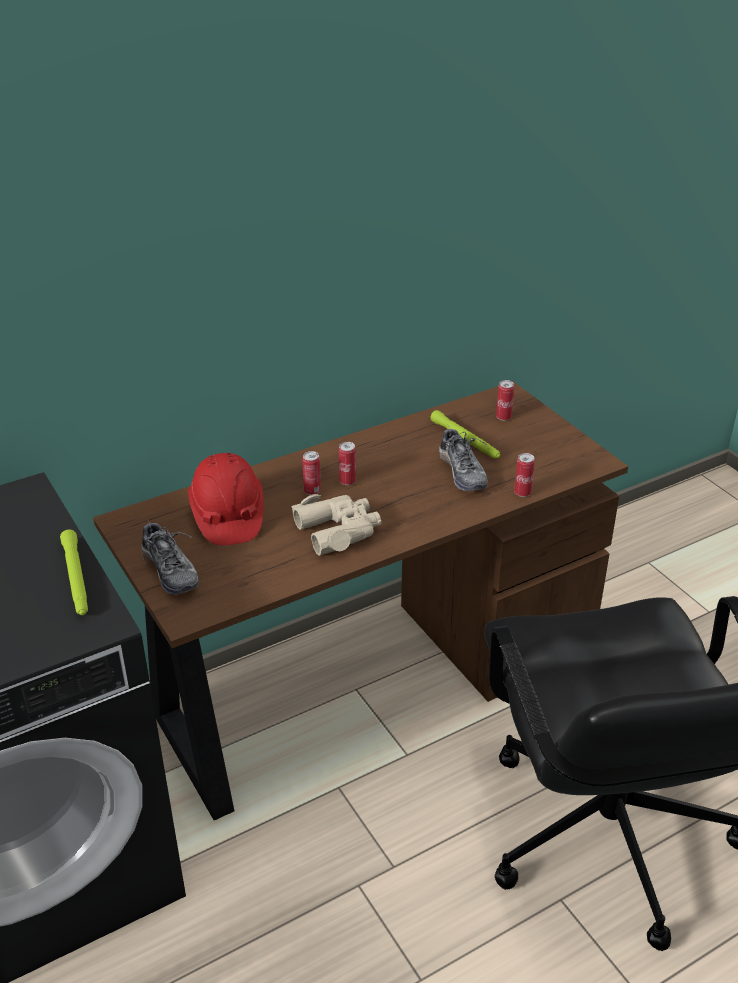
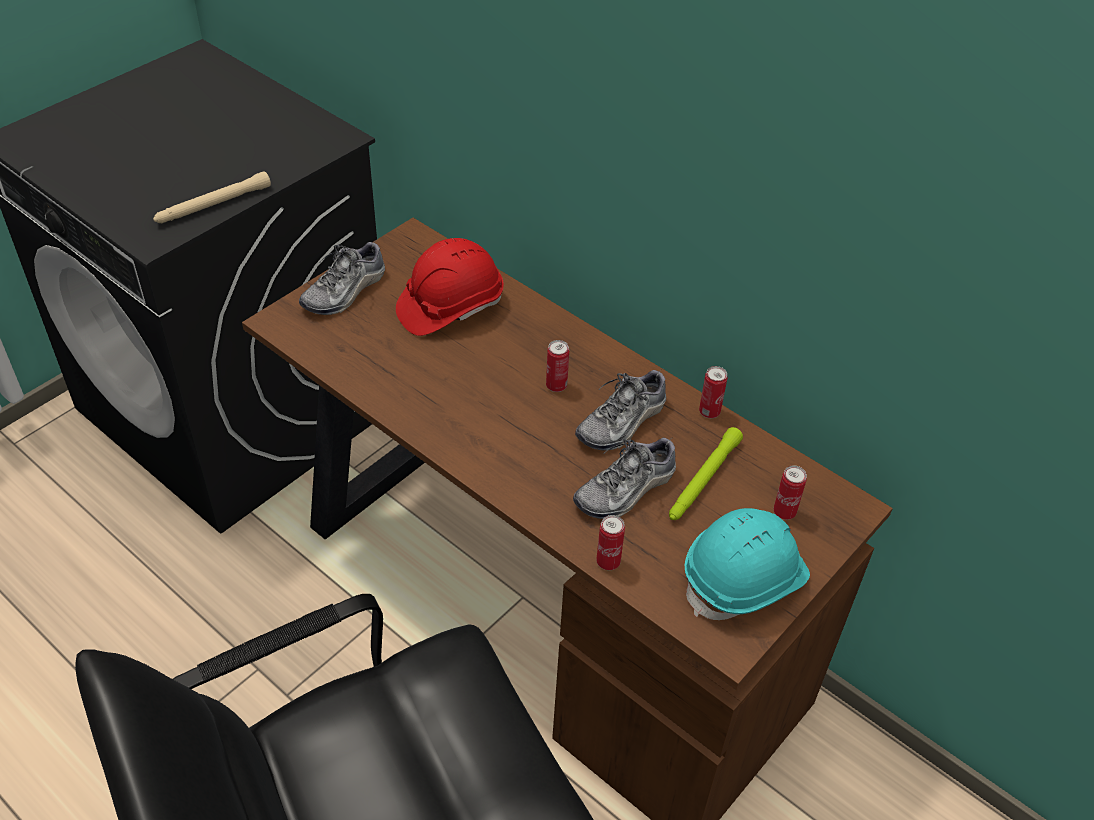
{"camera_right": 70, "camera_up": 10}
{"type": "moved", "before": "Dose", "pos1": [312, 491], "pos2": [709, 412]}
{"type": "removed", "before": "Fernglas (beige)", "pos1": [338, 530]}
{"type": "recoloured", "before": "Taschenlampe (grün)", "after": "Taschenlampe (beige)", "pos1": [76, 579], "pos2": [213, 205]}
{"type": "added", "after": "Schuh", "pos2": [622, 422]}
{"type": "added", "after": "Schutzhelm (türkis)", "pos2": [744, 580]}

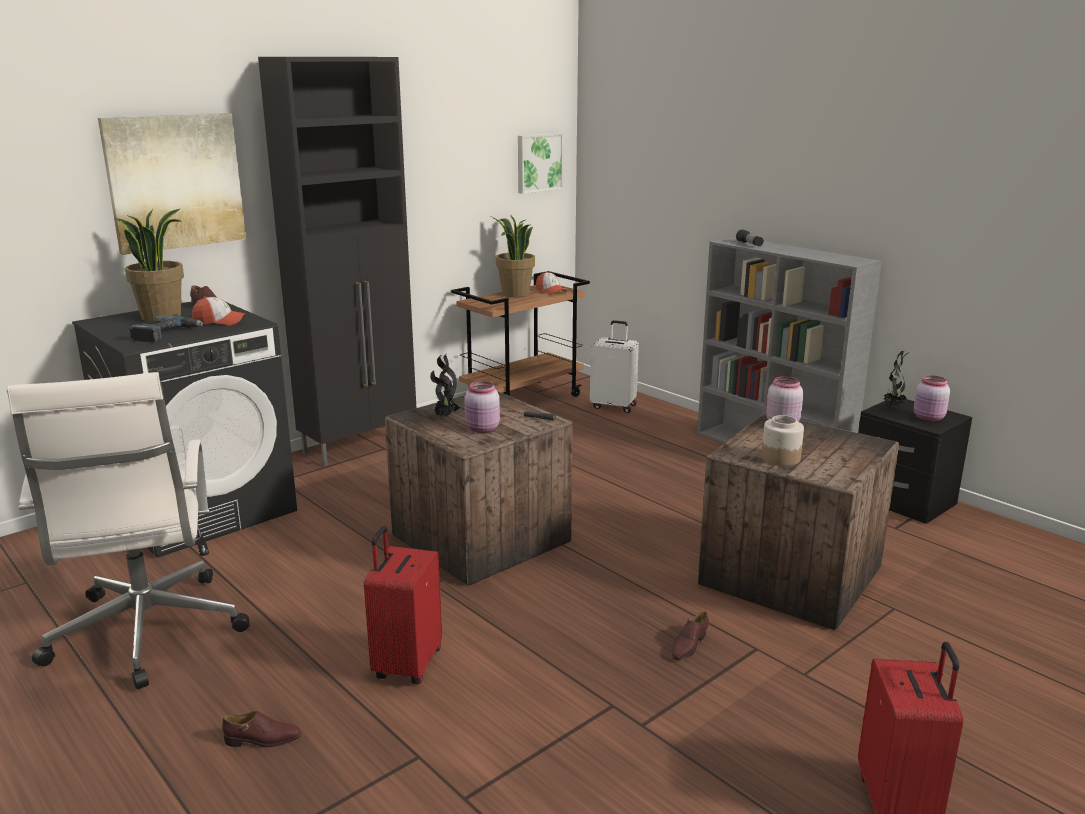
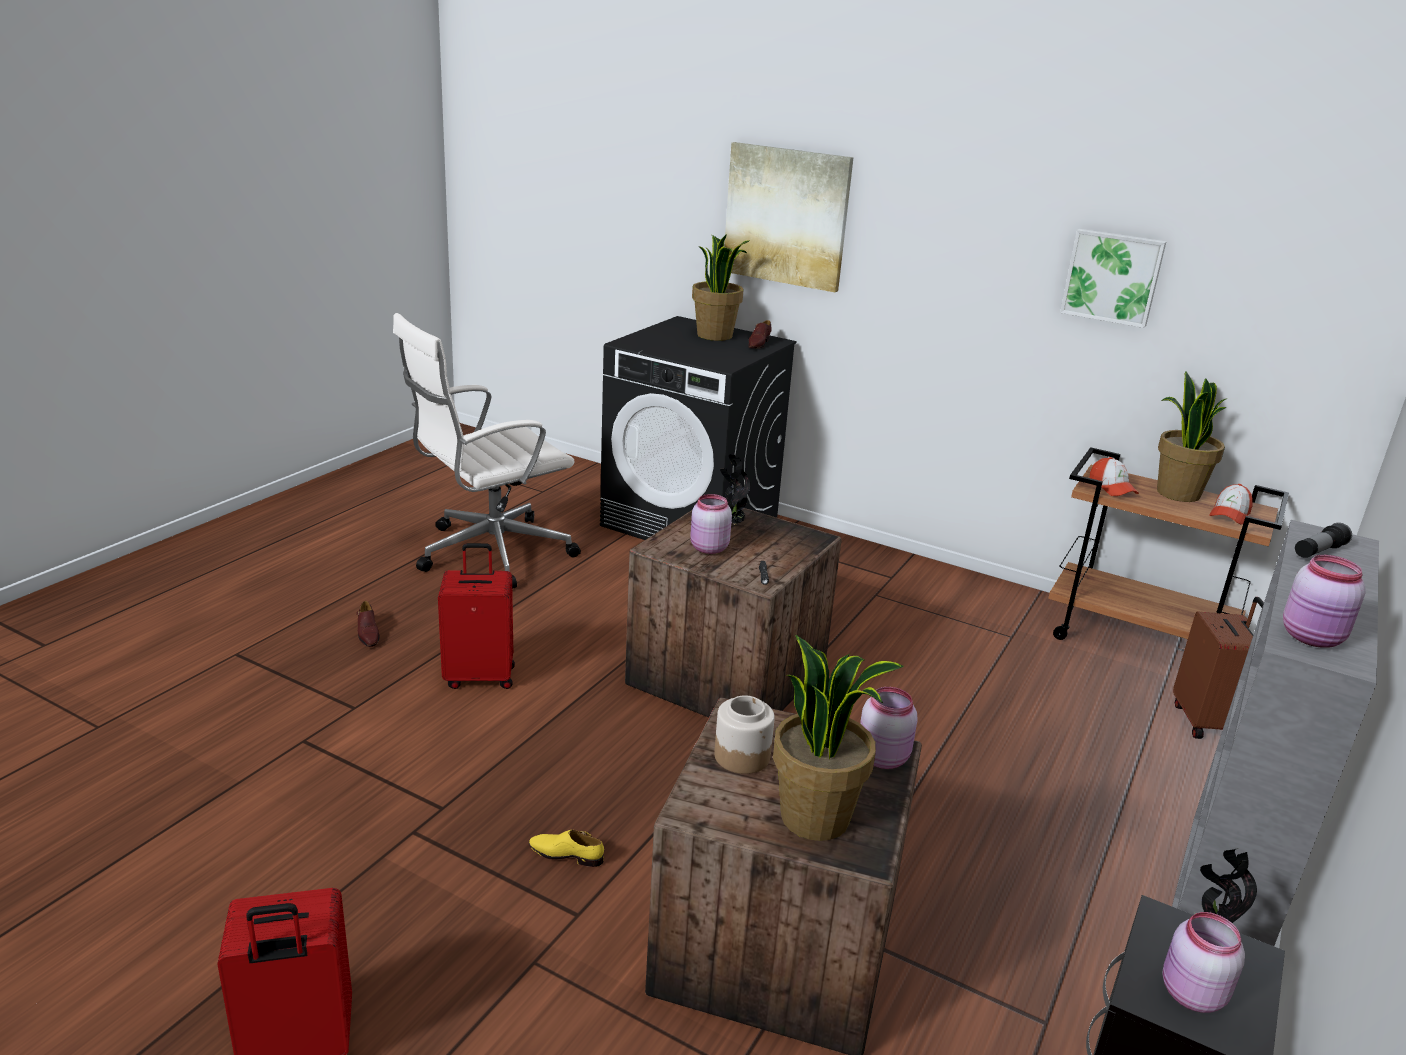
{"camera_right": 70, "camera_up": 5}
{"type": "removed", "before": "Schrank (schwarz)", "pos1": [361, 445]}
{"type": "moved", "before": "Bild", "pos1": [538, 162], "pos2": [1112, 277]}
{"type": "moved", "before": "Kappe", "pos1": [219, 322], "pos2": [1112, 488]}
{"type": "removed", "before": "Bohrmaschine", "pos1": [166, 334]}
{"type": "recoloured", "before": "Koffer (weiß)", "after": "Koffer (braun)", "pos1": [614, 406], "pos2": [1205, 722]}
{"type": "recoloured", "before": "Schuh (braun)", "after": "Schuh (gelb)", "pos1": [688, 645], "pos2": [566, 854]}
{"type": "added", "after": "Vorratsglas (rosa)", "pos2": [1313, 638]}
{"type": "added", "after": "Topfpflanze", "pos2": [816, 817]}

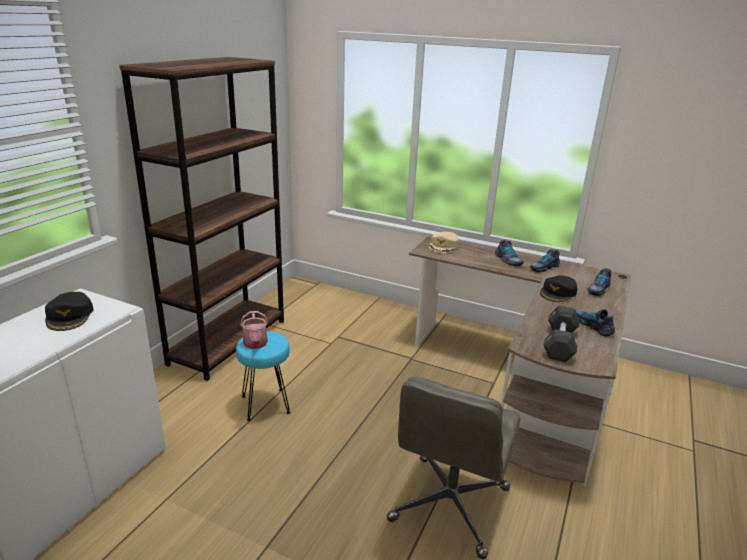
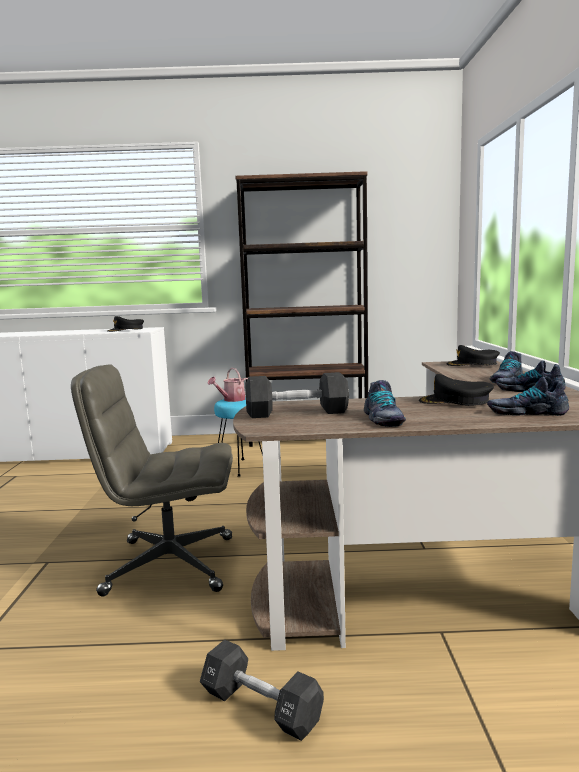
{"camera_right": 65, "camera_up": -15}
{"type": "recoloured", "before": "Kappe (beige)", "after": "Kappe (schwarz)", "pos1": [444, 246], "pos2": [472, 364]}
{"type": "turned", "before": "Schuh", "pos1": [593, 325], "pos2": [382, 419], "turn": 135}
{"type": "added", "after": "Hantel (schwarz)", "pos2": [261, 707]}

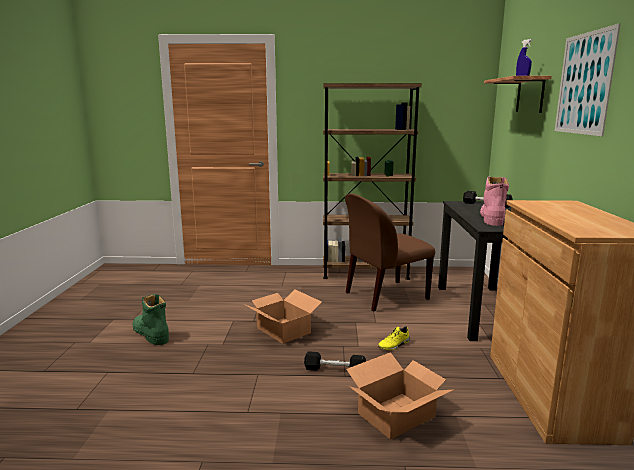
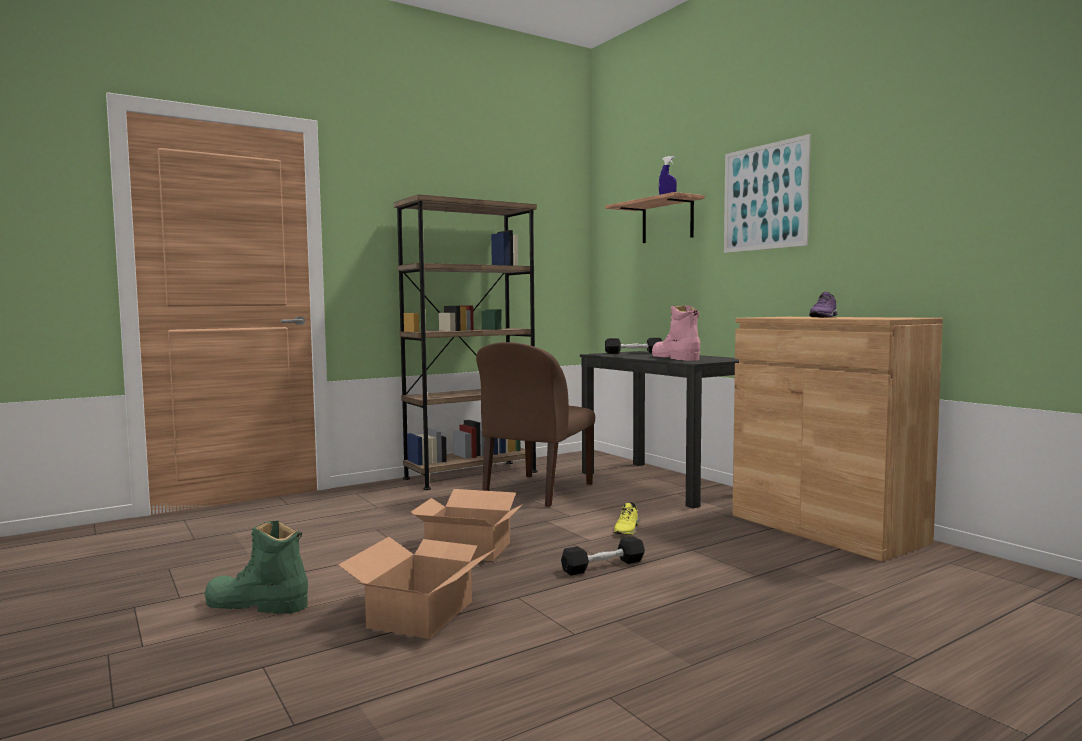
{"camera_right": -35, "camera_up": -10}
{"type": "moved", "before": "Karton", "pos1": [397, 415], "pos2": [422, 614]}
{"type": "added", "after": "Schuh (lila)", "pos2": [824, 317]}

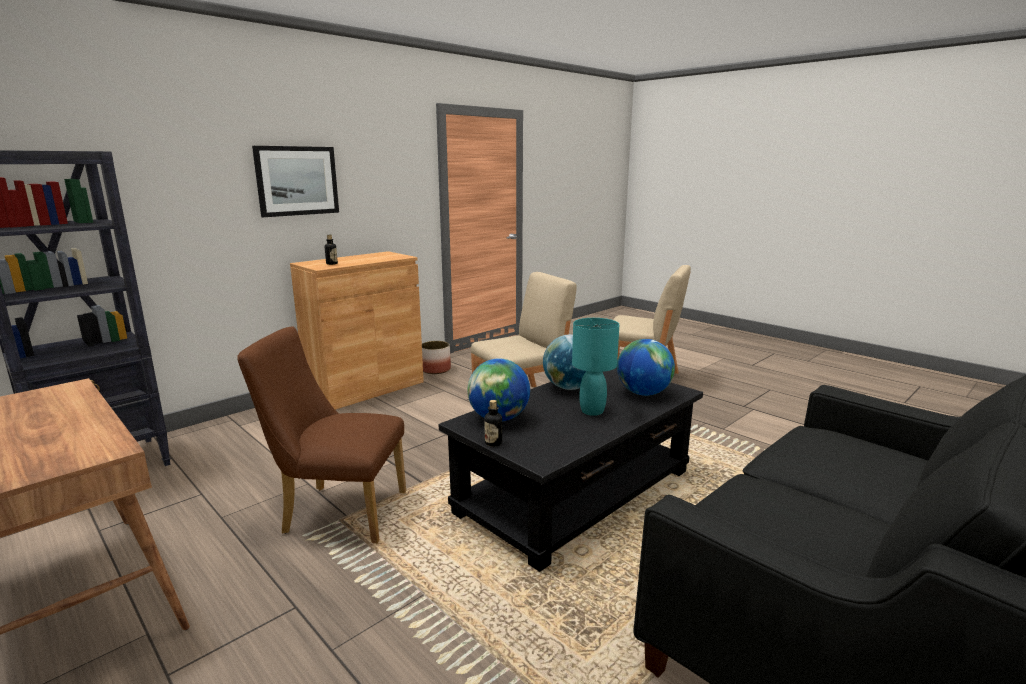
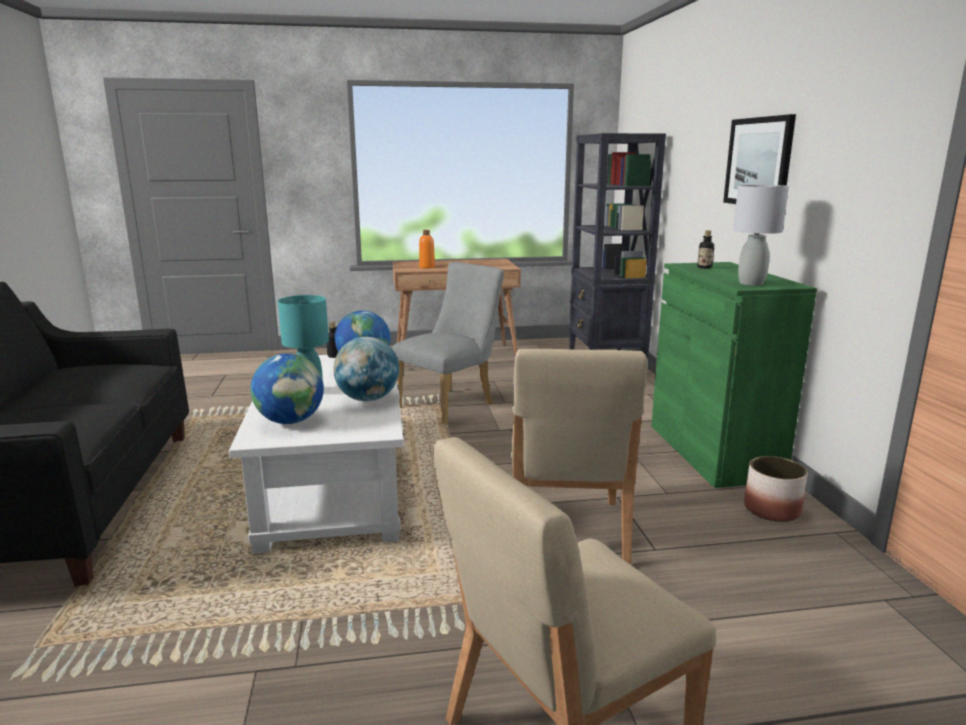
{"camera_right": 125, "camera_up": 0}
{"type": "recoloured", "before": "Schrank (braun)", "after": "Schrank (grün)", "pos1": [366, 388], "pos2": [713, 451]}
{"type": "recoloured", "before": "Stuhl (braun)", "after": "Stuhl (grau)", "pos1": [337, 512], "pos2": [451, 404]}
{"type": "recoloured", "before": "Couchtisch (schwarz)", "after": "Couchtisch (weiß)", "pos1": [575, 492], "pos2": [334, 482]}
{"type": "added", "after": "Tischlampe (grau)", "pos2": [751, 283]}
{"type": "added", "after": "Flasche (orange)", "pos2": [427, 267]}

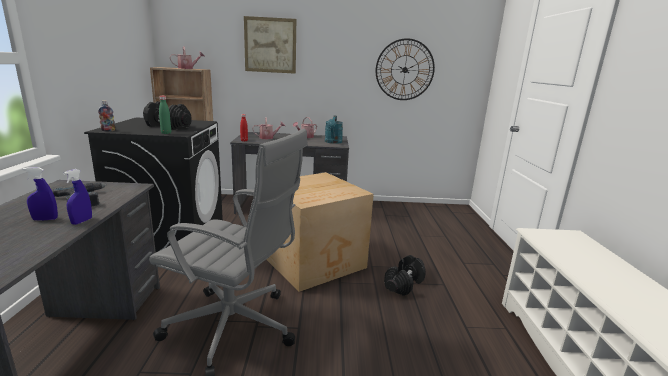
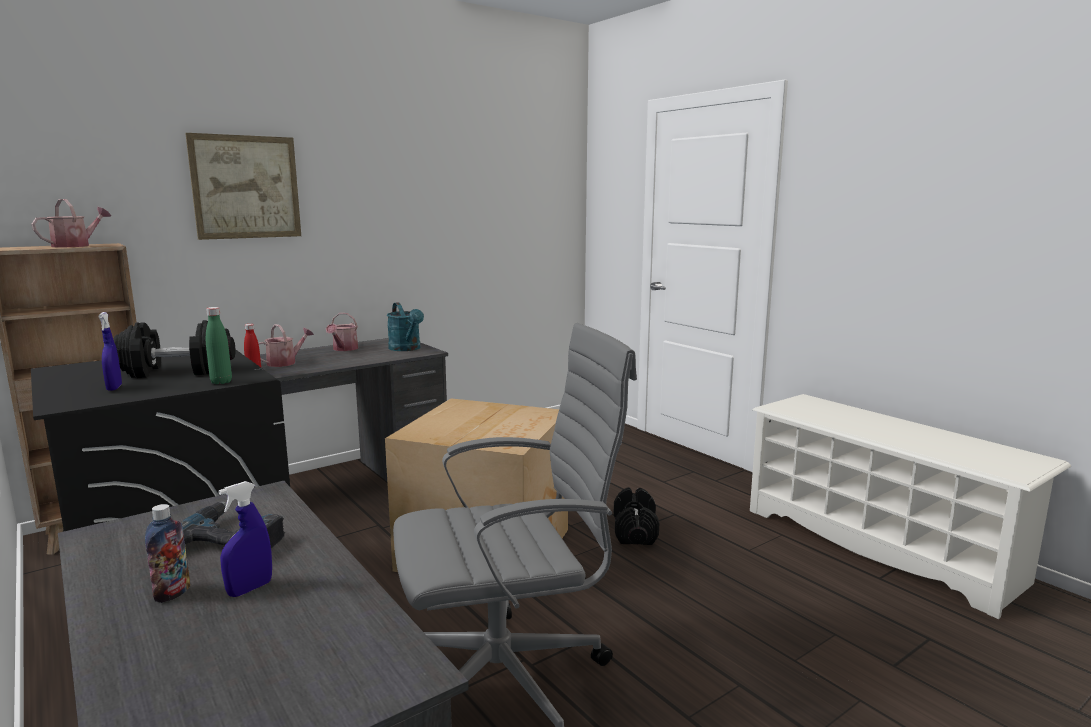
{"camera_right": -35, "camera_up": -5}
{"type": "removed", "before": "Wanduhr", "pos1": [404, 70]}
{"type": "moved", "before": "Flasche", "pos1": [108, 130], "pos2": [172, 593]}
{"type": "moved", "before": "Sprühflasche (blau)", "pos1": [82, 221], "pos2": [114, 388]}

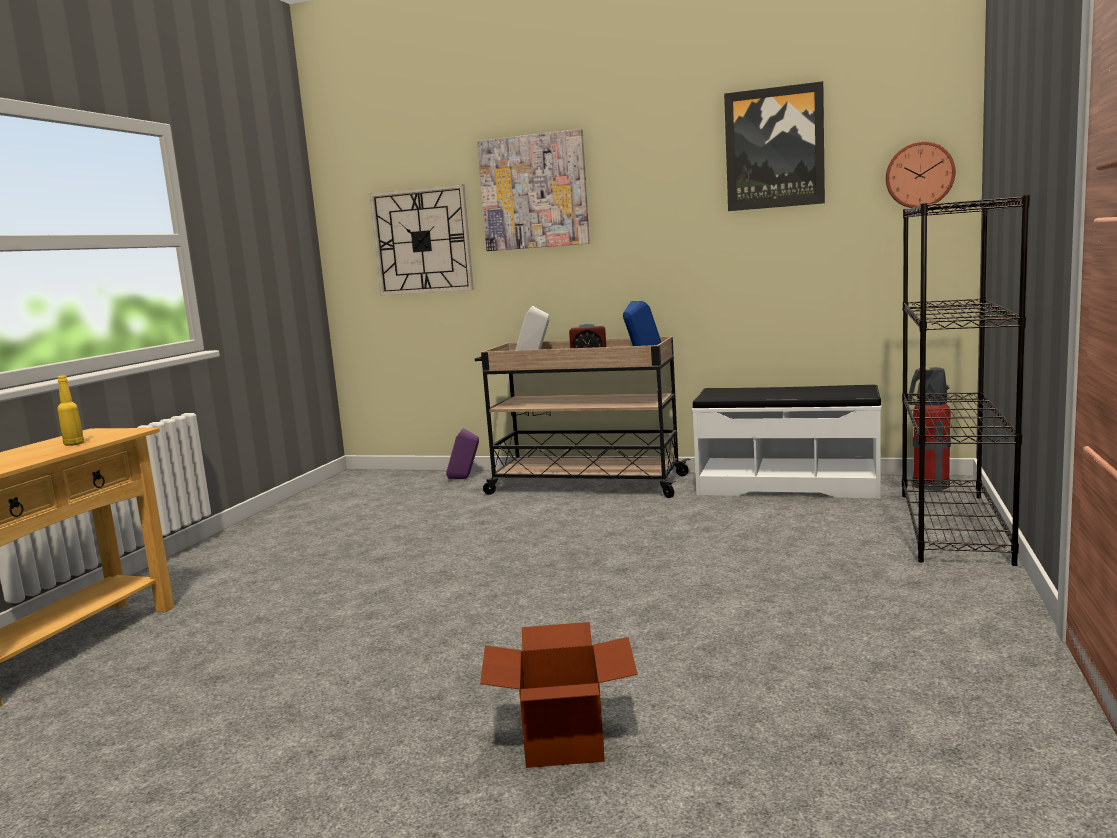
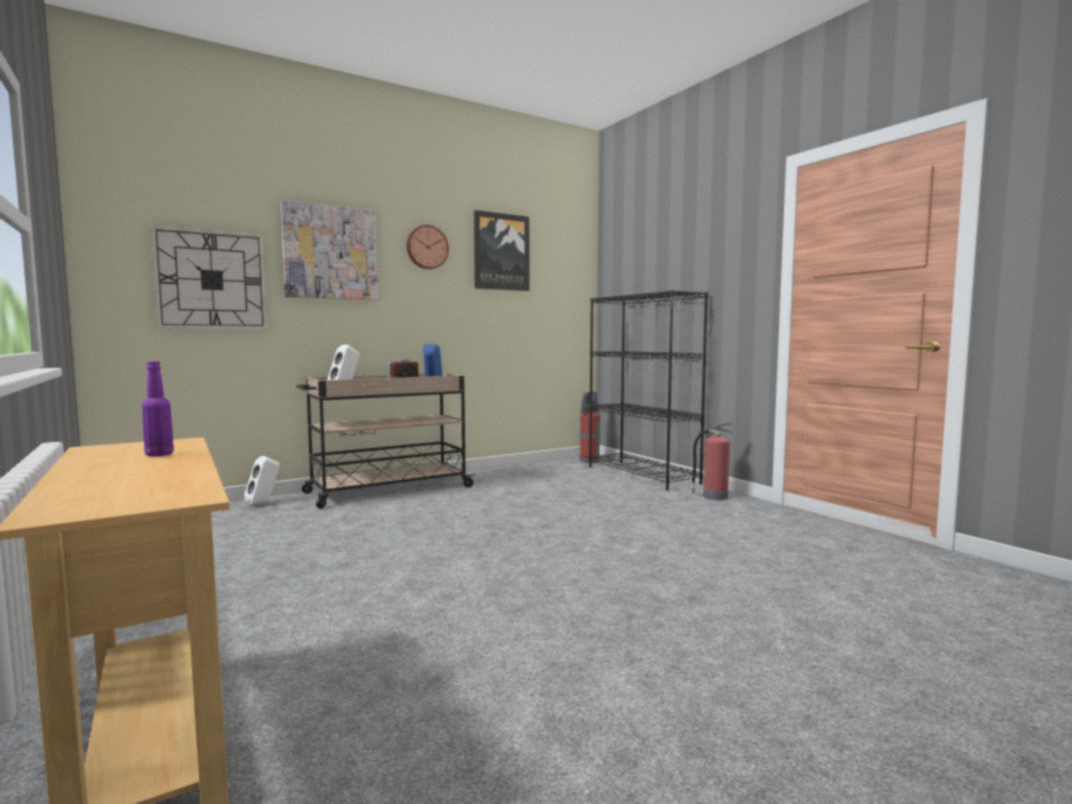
{"camera_right": -50, "camera_up": -5}
{"type": "moved", "before": "Wanduhr", "pos1": [919, 175], "pos2": [427, 247]}
{"type": "recoloured", "before": "Flasche (gelb)", "after": "Flasche (lila)", "pos1": [74, 444], "pos2": [159, 454]}
{"type": "removed", "before": "Bank (weiß)", "pos1": [787, 485]}
{"type": "recoloured", "before": "Lautsprecher (lila)", "after": "Lautsprecher (weiß)", "pos1": [464, 478], "pos2": [264, 503]}
{"type": "removed", "before": "Karton", "pos1": [563, 741]}
{"type": "added", "after": "Feuerlöscher", "pos2": [714, 496]}

